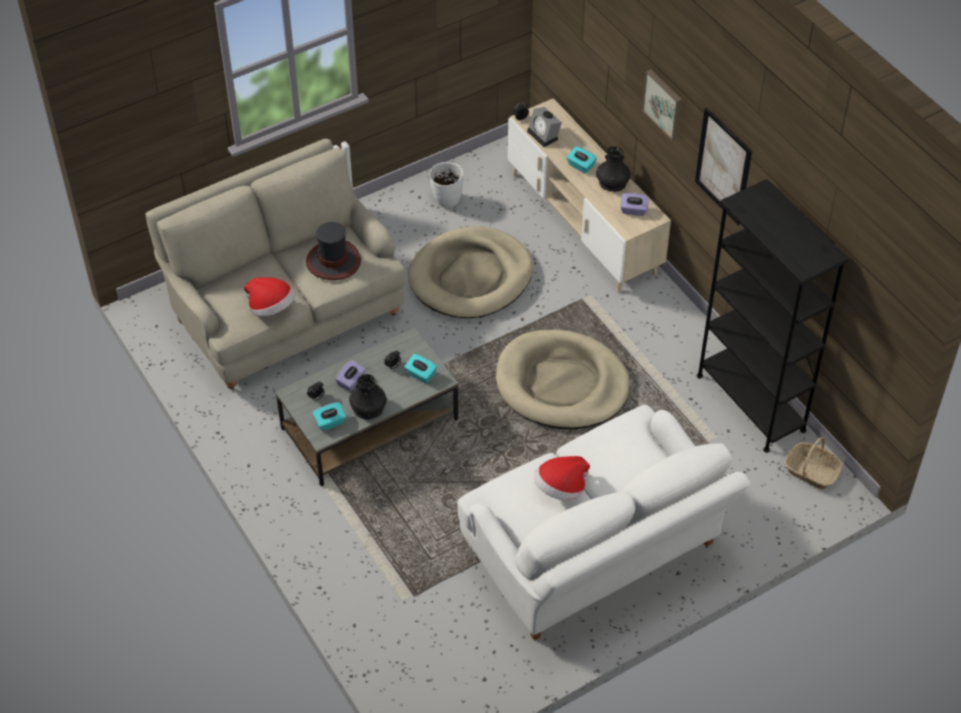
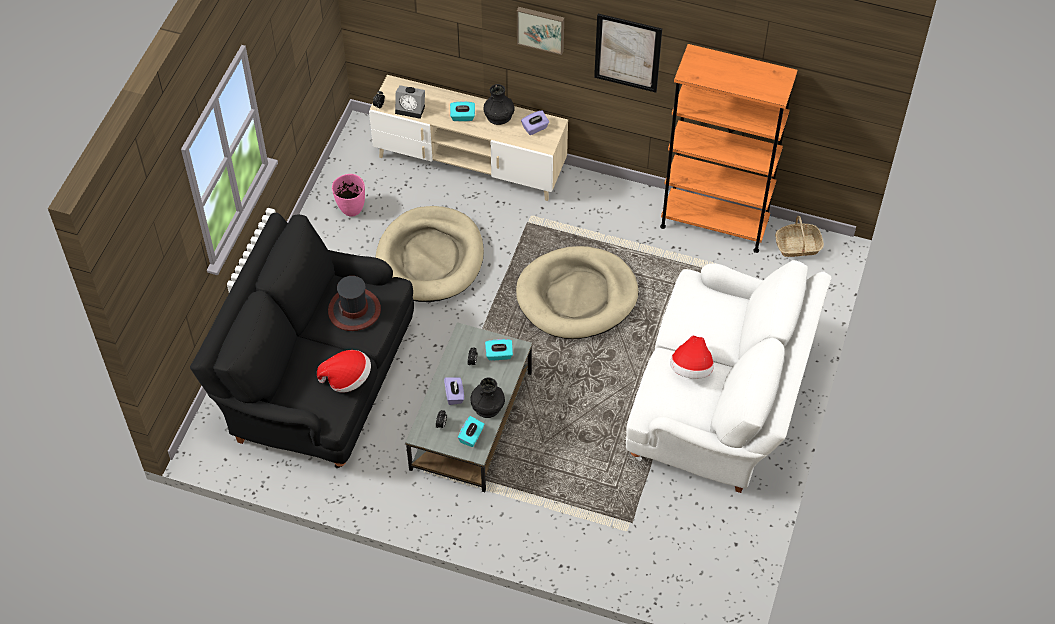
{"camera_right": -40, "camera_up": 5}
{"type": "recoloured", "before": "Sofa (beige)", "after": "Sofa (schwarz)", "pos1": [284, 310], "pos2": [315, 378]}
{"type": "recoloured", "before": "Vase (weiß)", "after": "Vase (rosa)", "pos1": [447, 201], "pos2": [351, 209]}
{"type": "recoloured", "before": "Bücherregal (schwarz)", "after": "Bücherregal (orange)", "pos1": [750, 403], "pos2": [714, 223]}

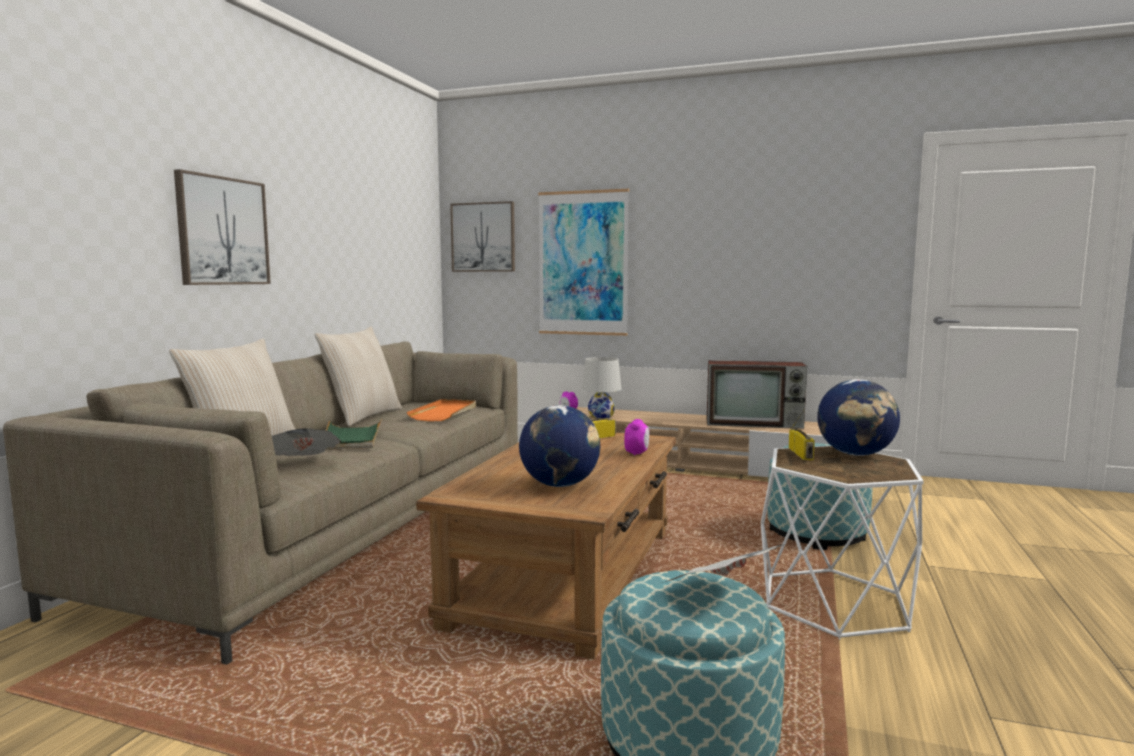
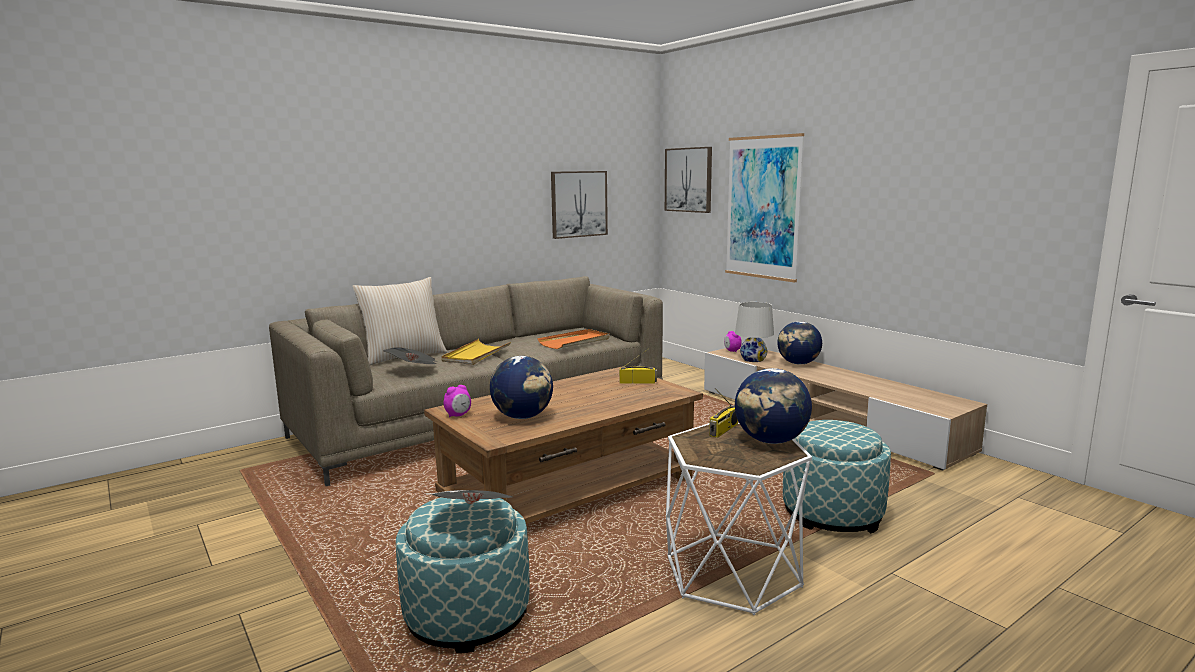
{"camera_right": 35, "camera_up": 5}
{"type": "moved", "before": "Bild", "pos1": [223, 231], "pos2": [578, 204]}
{"type": "removed", "before": "Kissen (beige)", "pos1": [362, 416]}
{"type": "removed", "before": "Fernseher", "pos1": [755, 423]}
{"type": "recoloured", "before": "Tablett (grün)", "after": "Tablett (gelb)", "pos1": [352, 438], "pos2": [476, 355]}
{"type": "moved", "before": "Wecker", "pos1": [637, 453], "pos2": [458, 415]}
{"type": "added", "after": "Globus", "pos2": [798, 363]}

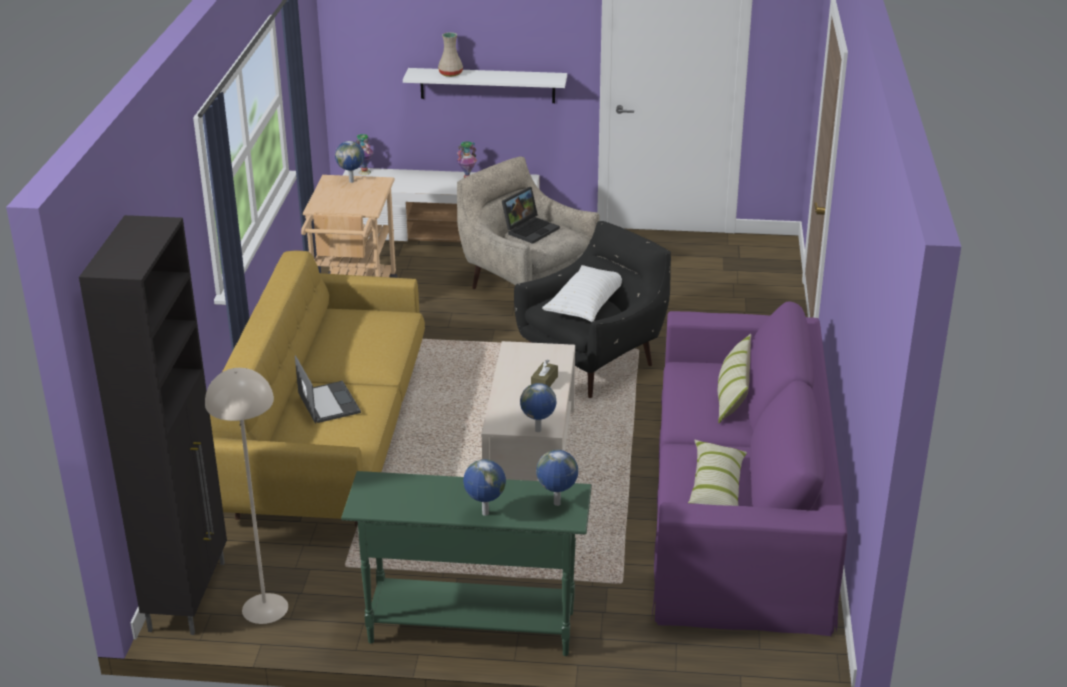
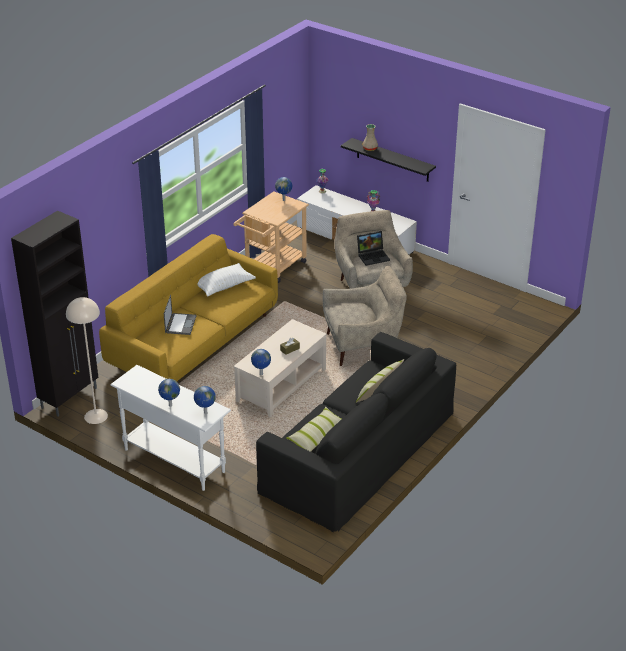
{"camera_right": 30, "camera_up": 5}
{"type": "recoloured", "before": "Wandregal (weiß)", "after": "Wandregal (schwarz)", "pos1": [487, 85], "pos2": [392, 160]}
{"type": "recoloured", "before": "Sessel (schwarz)", "after": "Sessel (beige)", "pos1": [594, 361], "pos2": [363, 345]}
{"type": "moved", "before": "Kissen (weiß)", "pos1": [587, 305], "pos2": [224, 286]}
{"type": "recoloured", "before": "Sofa (lila)", "after": "Sofa (schwarz)", "pos1": [740, 504], "pos2": [358, 451]}
{"type": "recoloured", "before": "Konsolentisch (grün)", "after": "Konsolentisch (weiß)", "pos1": [471, 627], "pos2": [174, 460]}

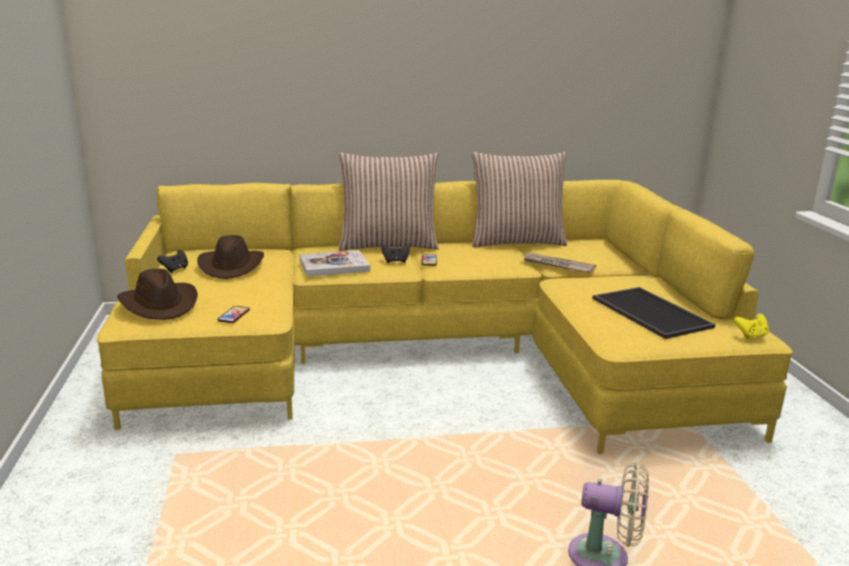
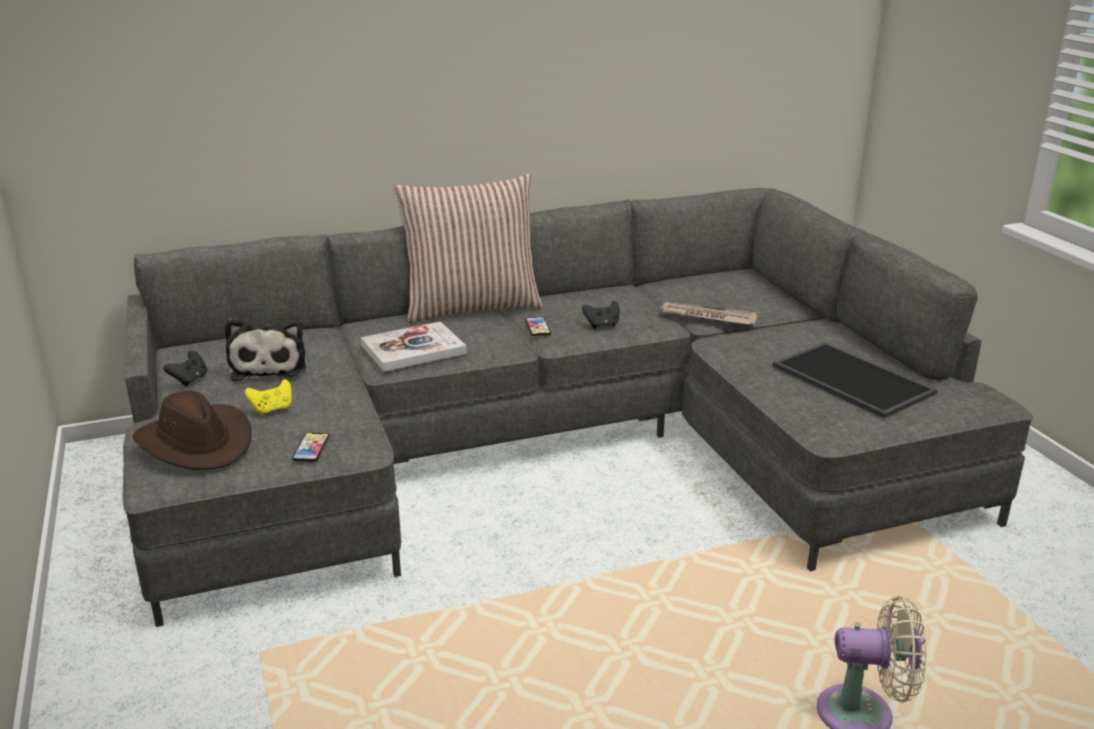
{"camera_right": -10, "camera_up": 5}
{"type": "removed", "before": "Kissen", "pos1": [516, 241]}
{"type": "recoloured", "before": "Sofa (gelb)", "after": "Sofa (grau)", "pos1": [434, 352], "pos2": [554, 448]}
{"type": "replaced", "before": "Hut (braun)", "after": "Plüschtier", "pos1": [231, 266], "pos2": [269, 366]}
{"type": "moved", "before": "Gamepad (schwarz)", "pos1": [395, 261], "pos2": [602, 325]}
{"type": "moved", "before": "Gamepad (gelb)", "pos1": [751, 336], "pos2": [272, 409]}

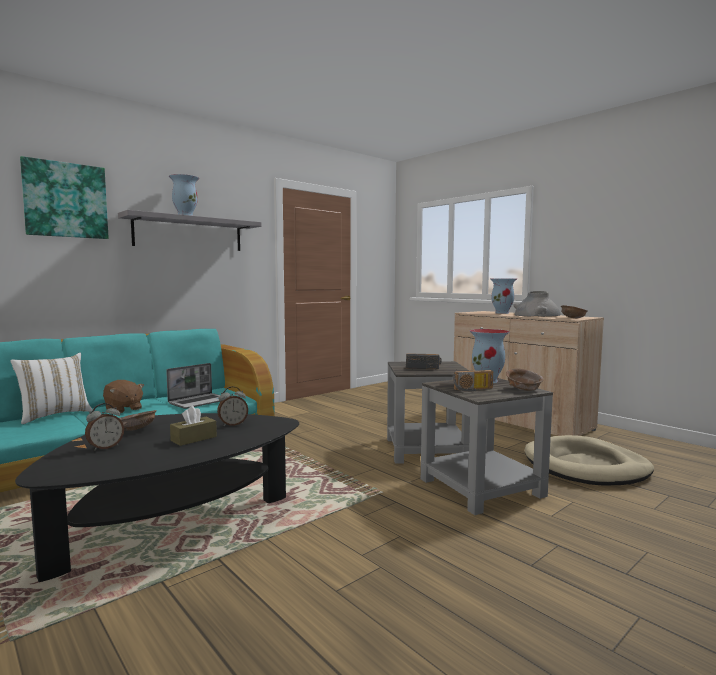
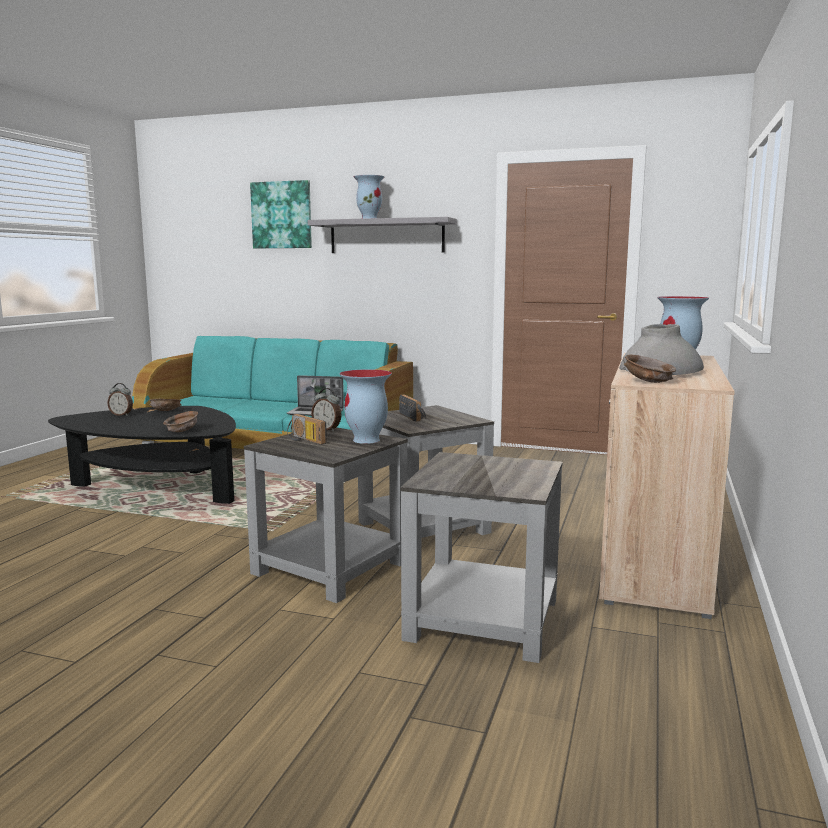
{"camera_right": 60, "camera_up": 5}
{"type": "removed", "before": "Kissen (weiß)", "pos1": [54, 415]}
{"type": "moved", "before": "Schüssel (braun)", "pos1": [523, 389], "pos2": [182, 430]}
{"type": "removed", "before": "Plüschtier (braun)", "pos1": [123, 409]}
{"type": "moved", "before": "Wecker", "pos1": [233, 424], "pos2": [327, 429]}
{"type": "removed", "before": "Taschentuchbox (braun)", "pos1": [194, 438]}
{"type": "replaced", "before": "Hundebett (beige)", "after": "Beistelltisch (grau)", "pos1": [586, 466], "pos2": [485, 620]}

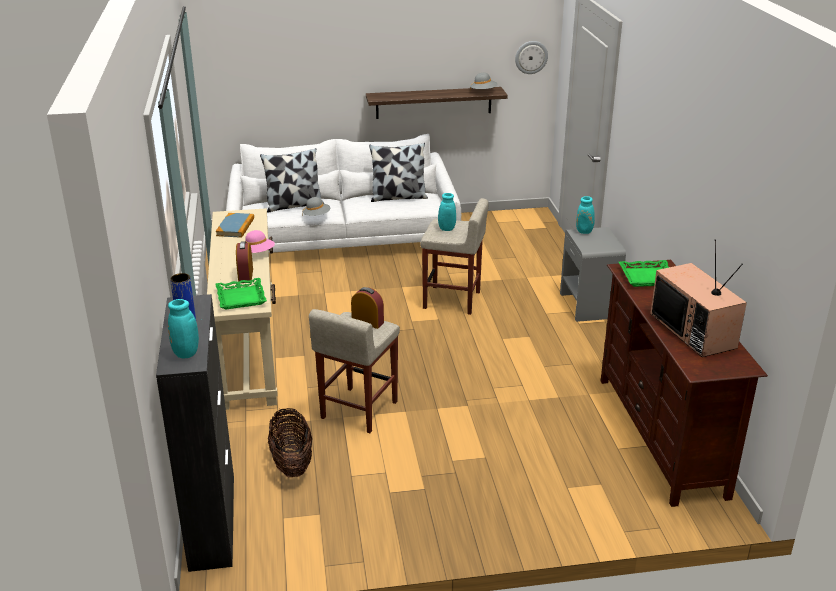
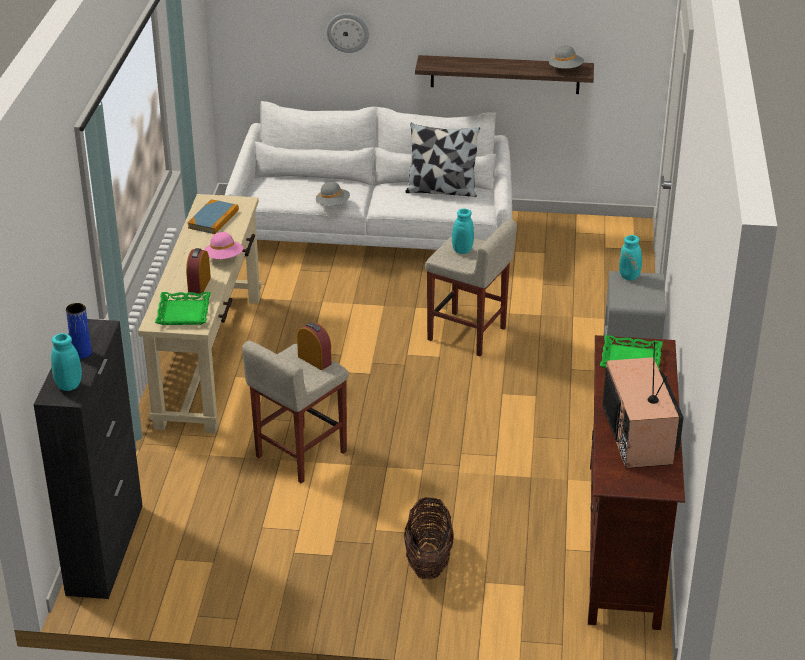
{"camera_right": 15, "camera_up": 5}
{"type": "moved", "before": "Wanduhr", "pos1": [531, 57], "pos2": [348, 32]}
{"type": "removed", "before": "Kissen", "pos1": [294, 205]}
{"type": "moved", "before": "Korb", "pos1": [292, 463], "pos2": [428, 560]}

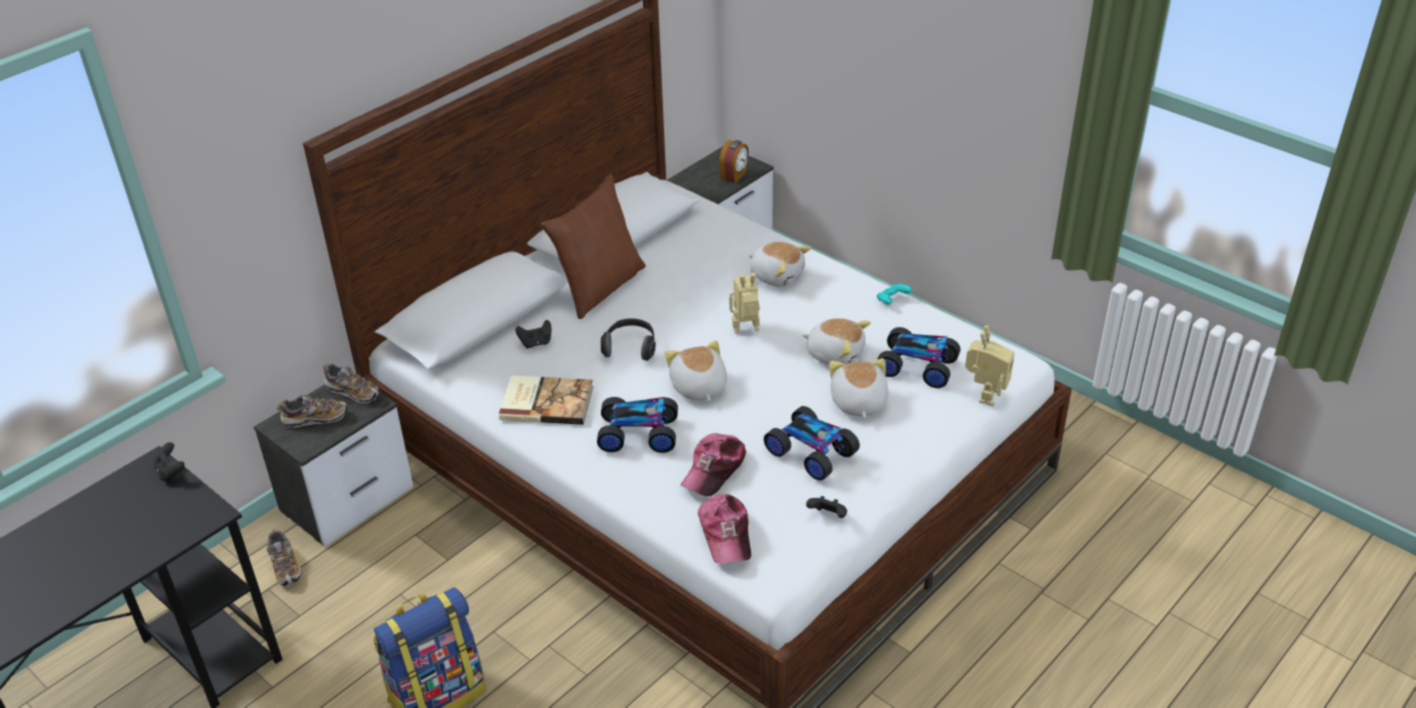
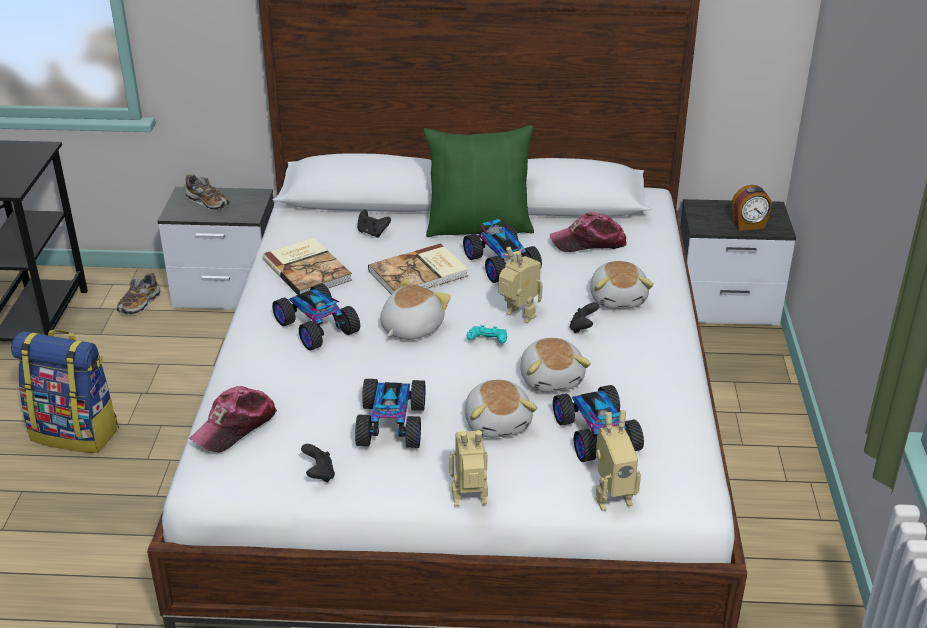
{"camera_right": 50, "camera_up": -5}
{"type": "recoloured", "before": "Kissen (braun)", "after": "Kissen (grün)", "pos1": [599, 287], "pos2": [479, 226]}
{"type": "moved", "before": "Gamepad (türkis)", "pos1": [892, 300], "pos2": [487, 342]}
{"type": "replaced", "before": "Kopfhörer", "after": "Buch", "pos1": [630, 348], "pos2": [420, 274]}
{"type": "turned", "before": "Plüschtier", "pos1": [857, 403], "pos2": [498, 422], "turn": 120}
{"type": "removed", "before": "Schuh", "pos1": [353, 392]}
{"type": "moved", "before": "Kappe", "pos1": [714, 470], "pos2": [588, 242]}
{"type": "moved", "before": "Gamepad (schwarz)", "pos1": [171, 472], "pos2": [583, 328]}
{"type": "added", "after": "Spielzeugauto", "pos2": [500, 264]}
{"type": "added", "after": "Spielzeugroboter", "pos2": [470, 503]}

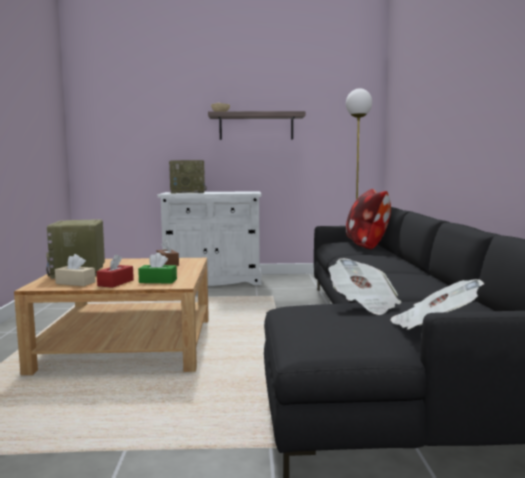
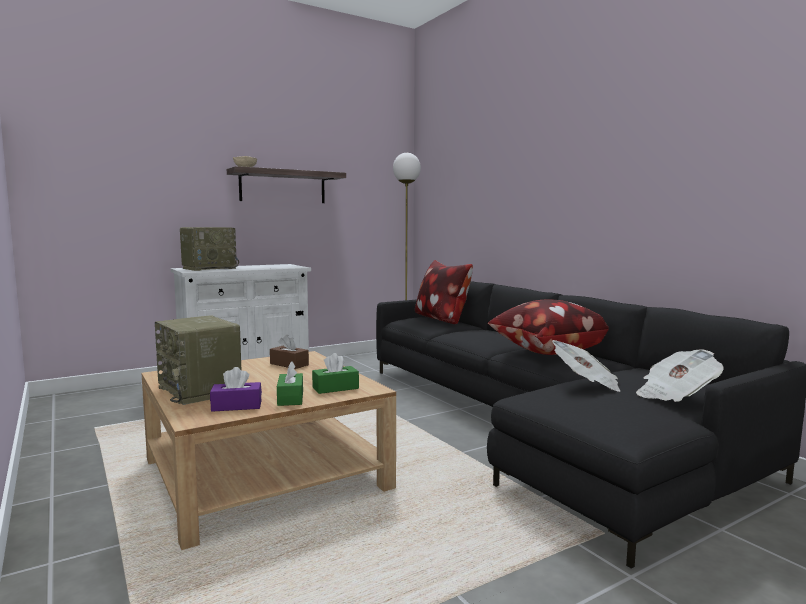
{"camera_right": -30, "camera_up": 0}
{"type": "recoloured", "before": "Taschentuchbox (beige)", "after": "Taschentuchbox (lila)", "pos1": [75, 283], "pos2": [236, 406]}
{"type": "recoloured", "before": "Taschentuchbox (rot)", "after": "Taschentuchbox (grün)", "pos1": [115, 283], "pos2": [290, 398]}
{"type": "added", "after": "Kissen", "pos2": [545, 351]}

